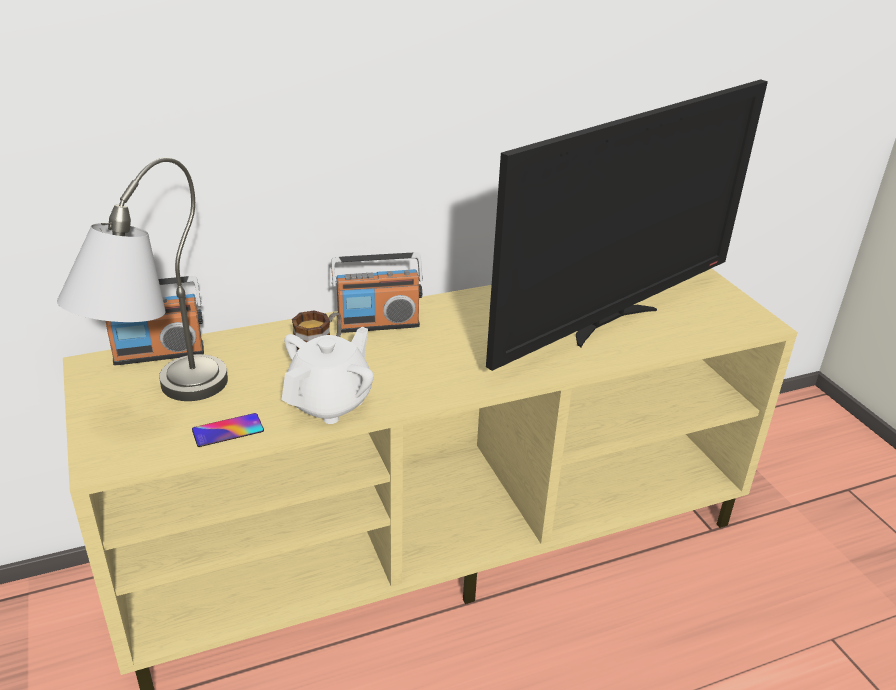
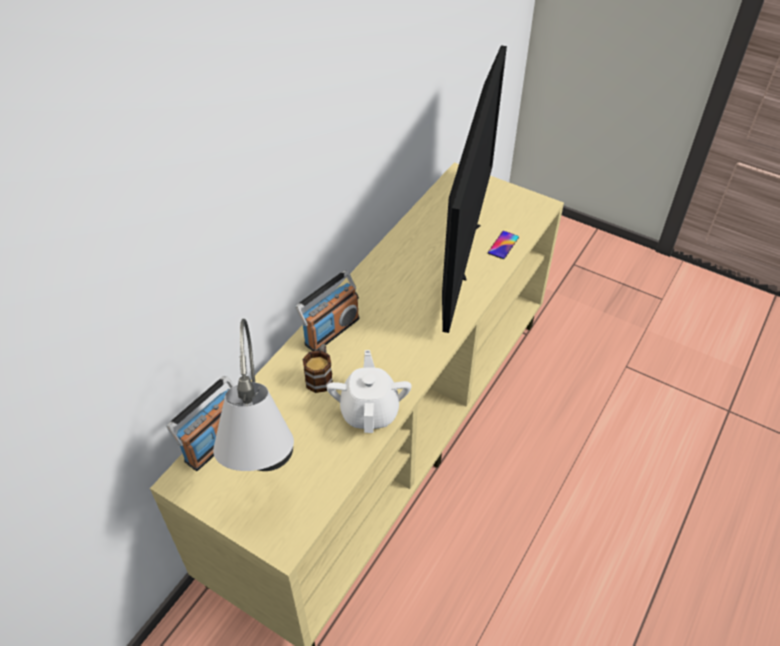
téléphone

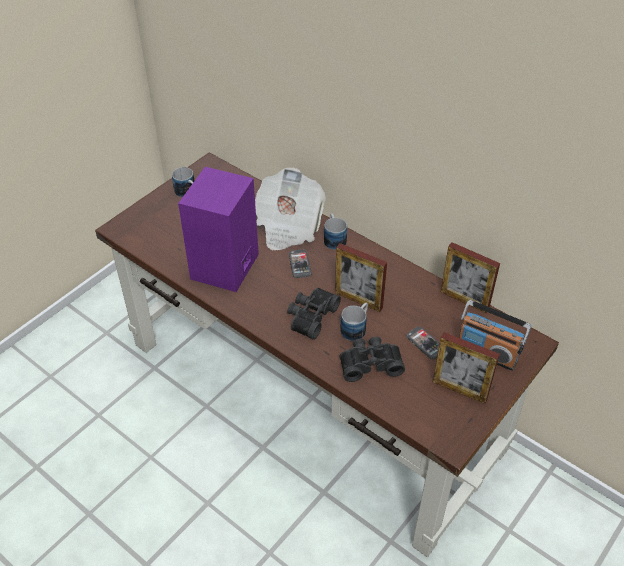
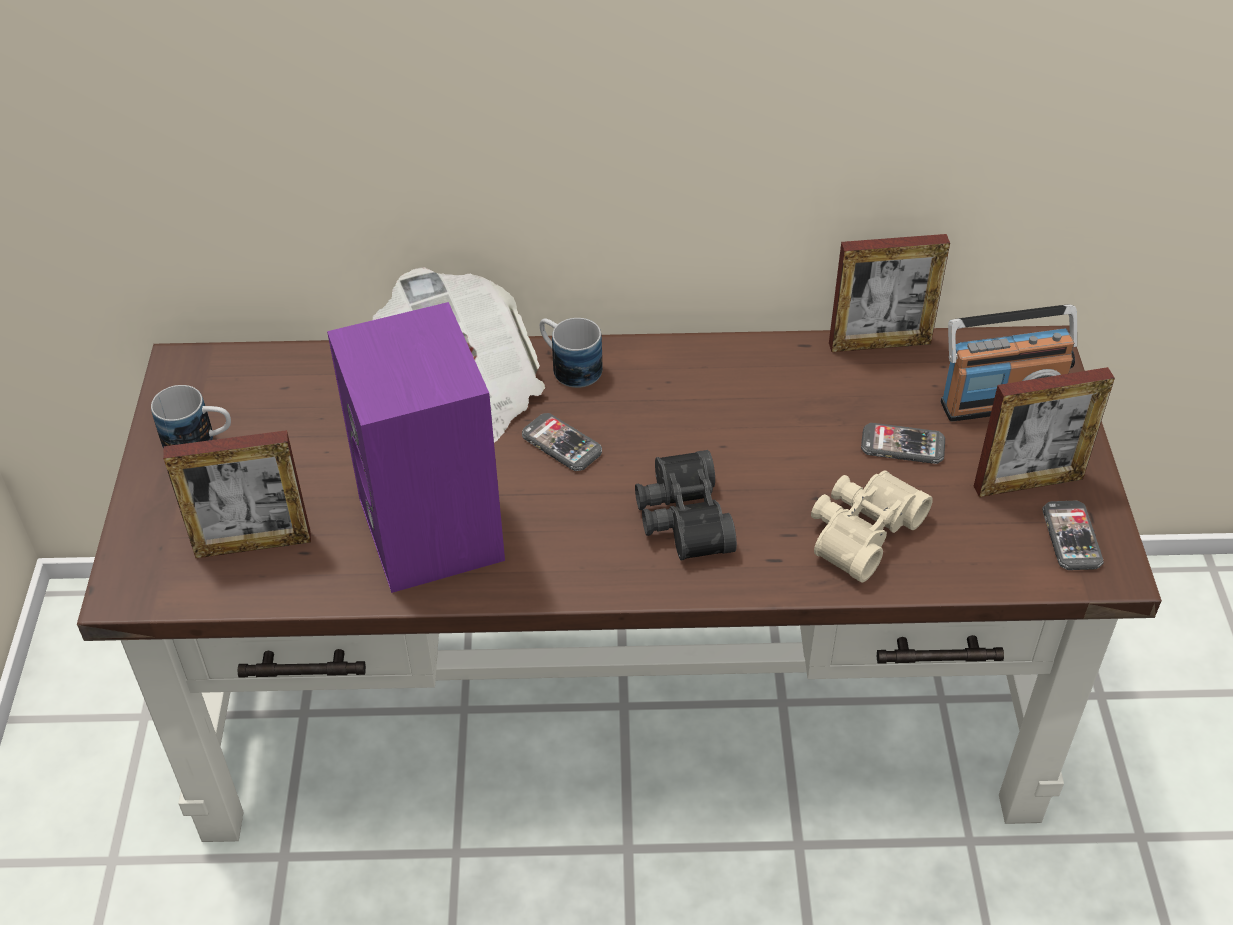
cadre photo (no. 1 from left)
mug (no. 3 from left in the first image)
jumelles (beige)
téléphone (no. 3 from left)

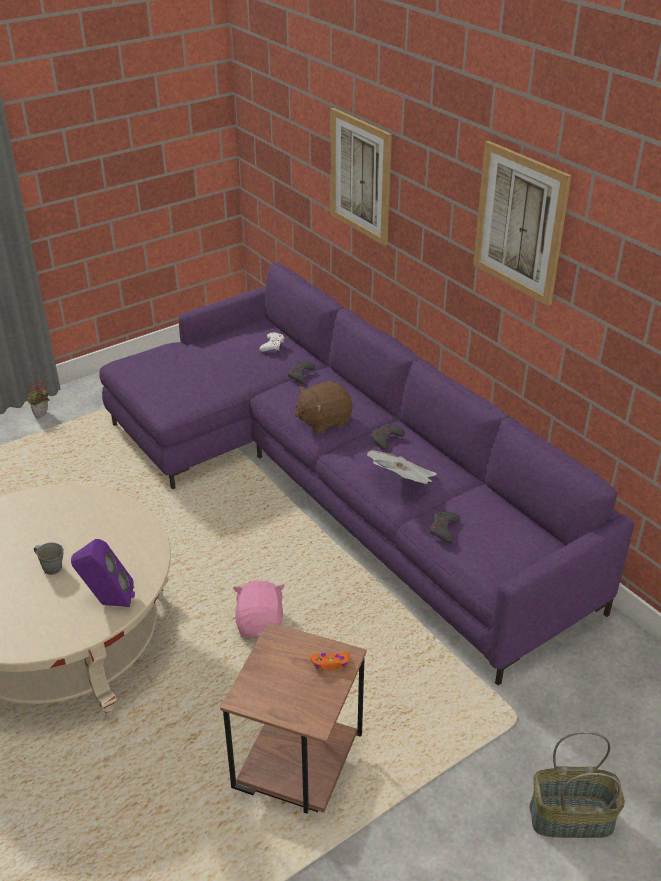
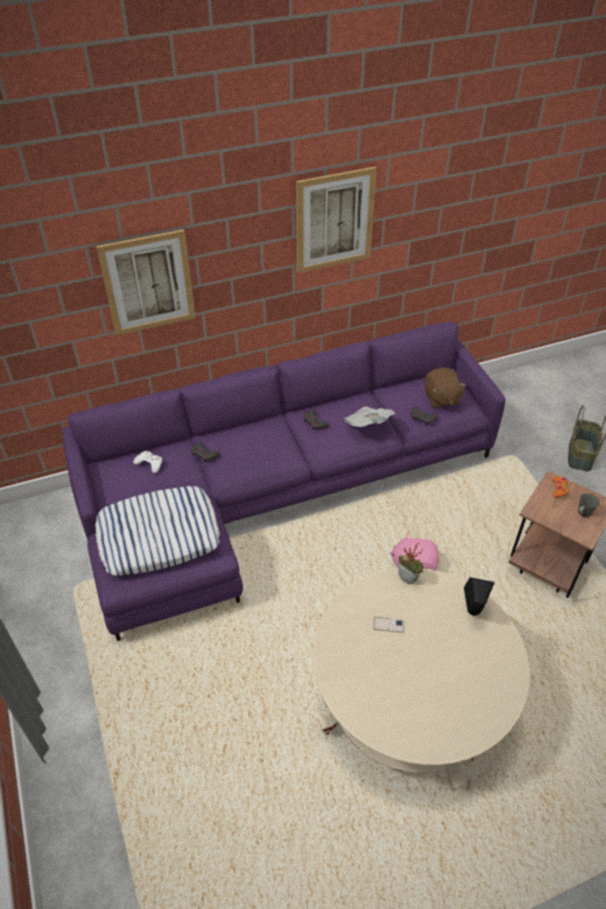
plante en pot
peluche (marron)
enceinte (noir)
mug (gris)
coussin
téléphone

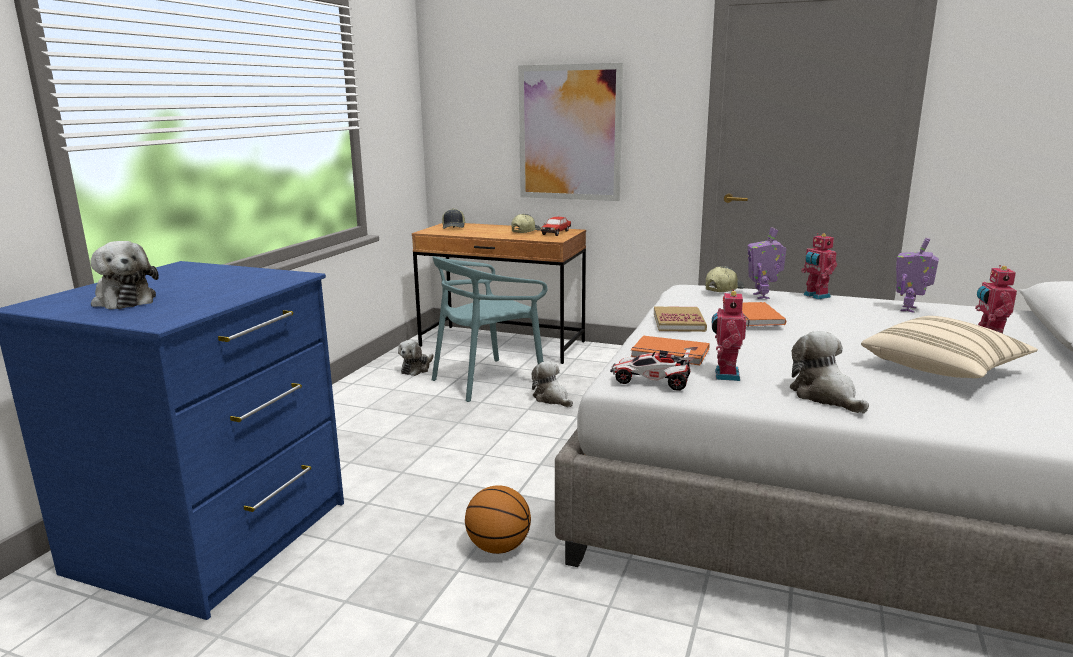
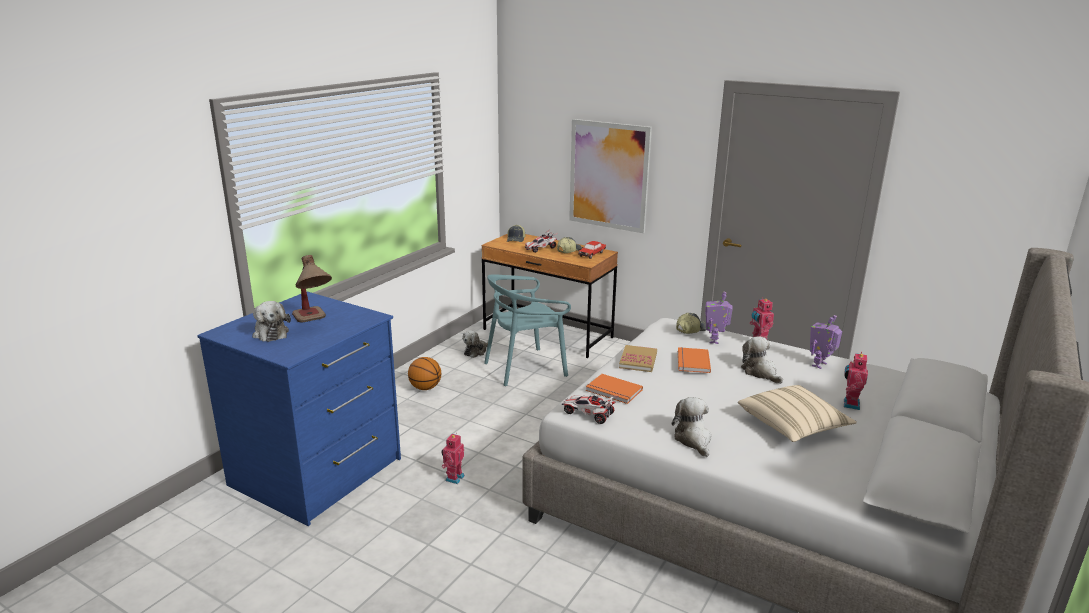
robot jouet (no. 1 from left)
peluche (no. 4 from left)
ballon de basket
petite voiture (no. 1 from left)
lampe de table

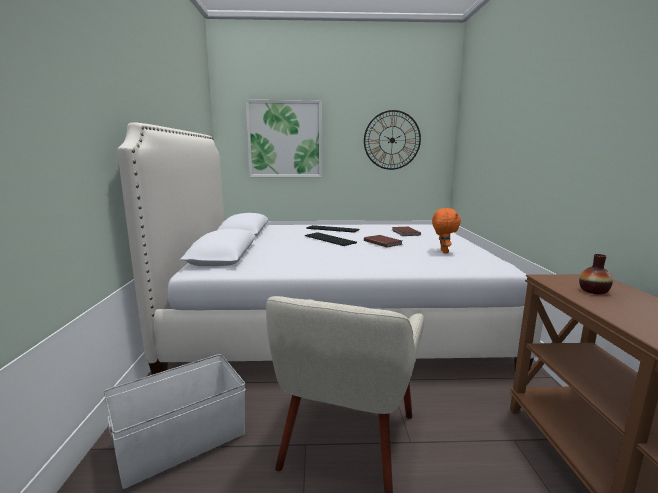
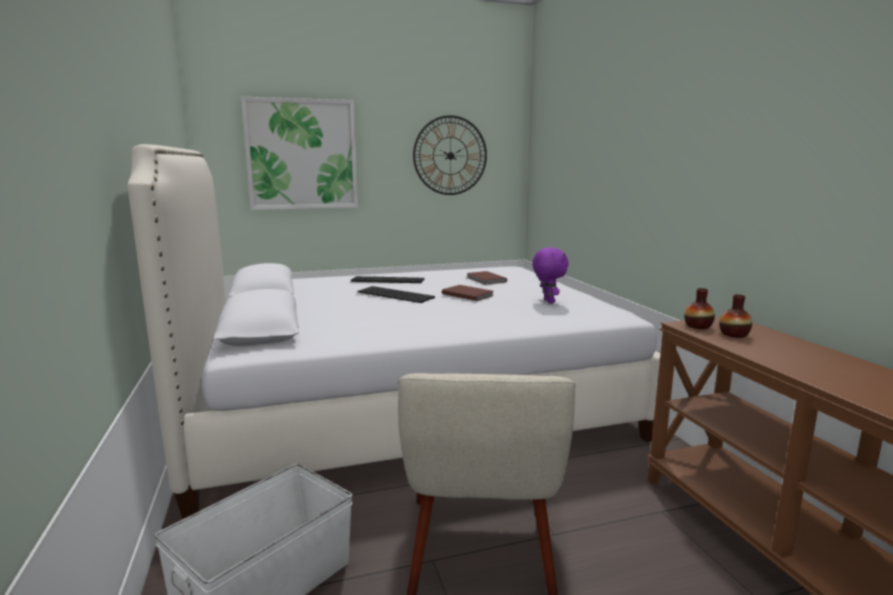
peluche (violet)
vase (no. 1 from left)

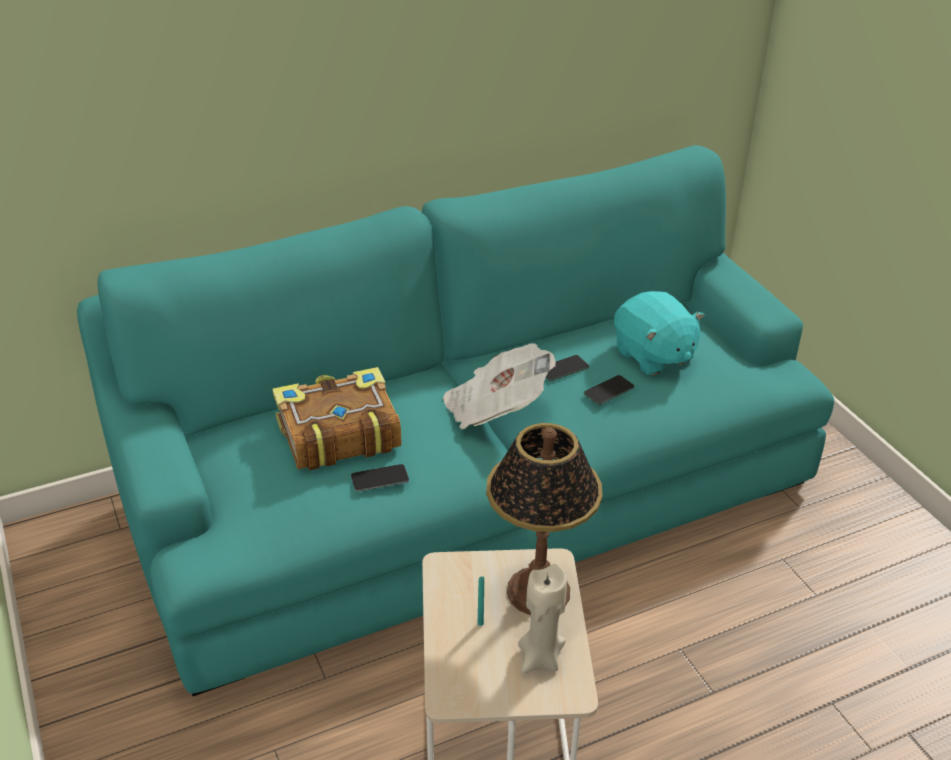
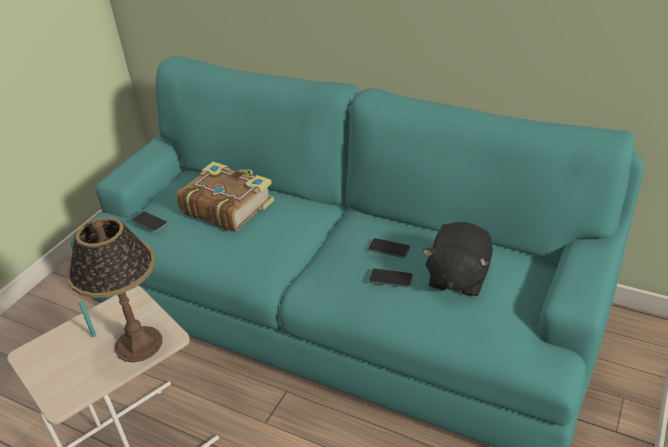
peluche (noir)
journal
téléphone (no. 1 from left)
bougie (beige)

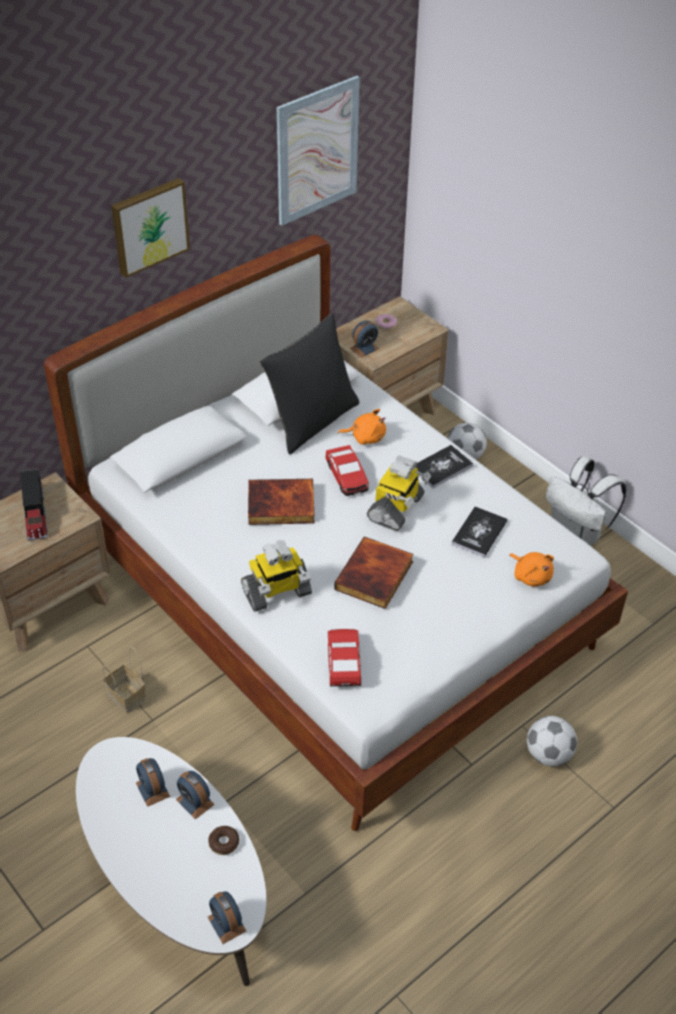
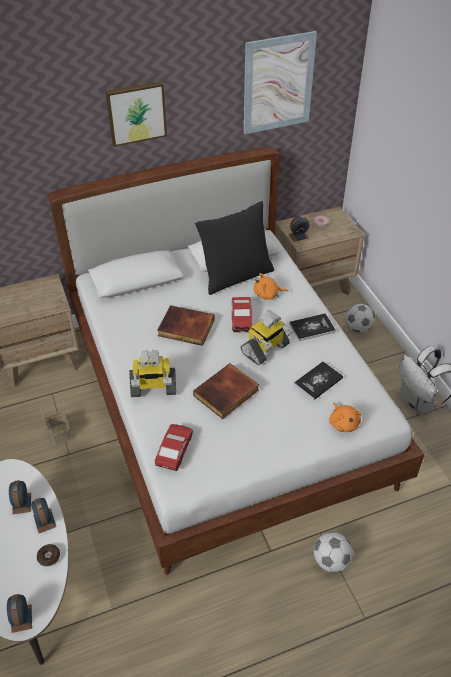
peluche (orange) (no. 1 from left)
camion jouet

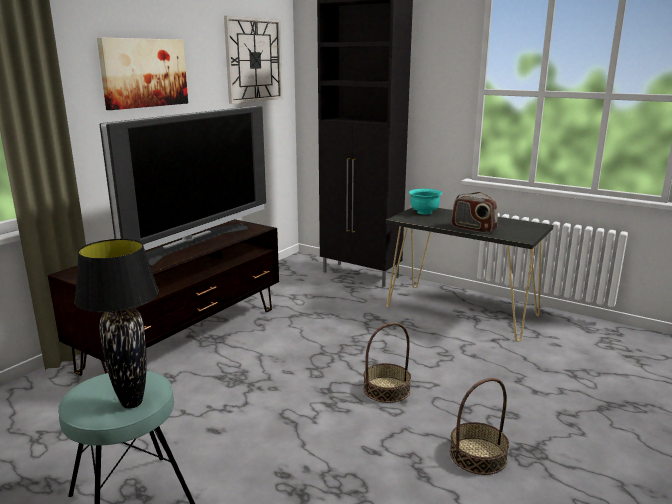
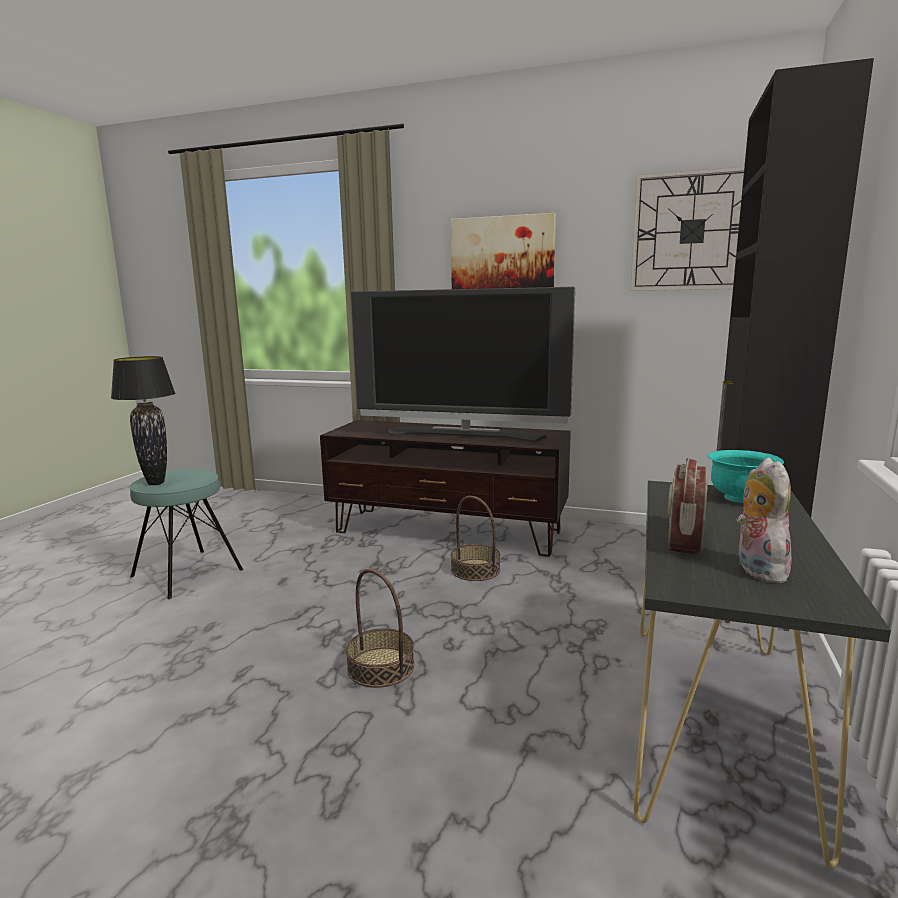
panier (no. 2 from left)
peluche

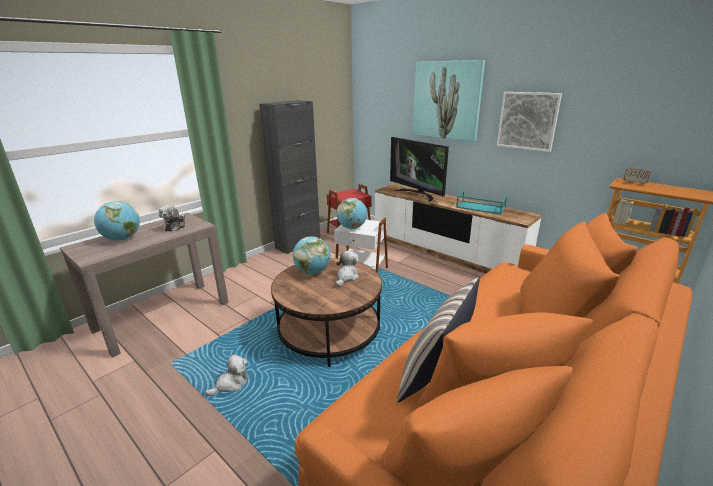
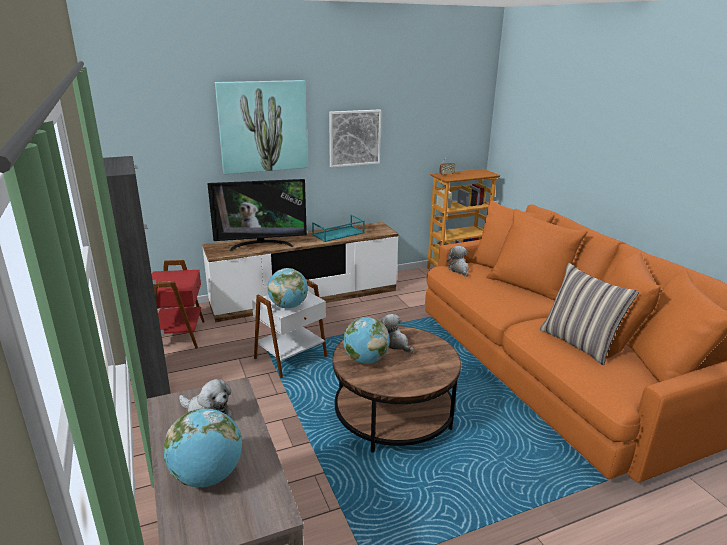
peluche (no. 3 from left)

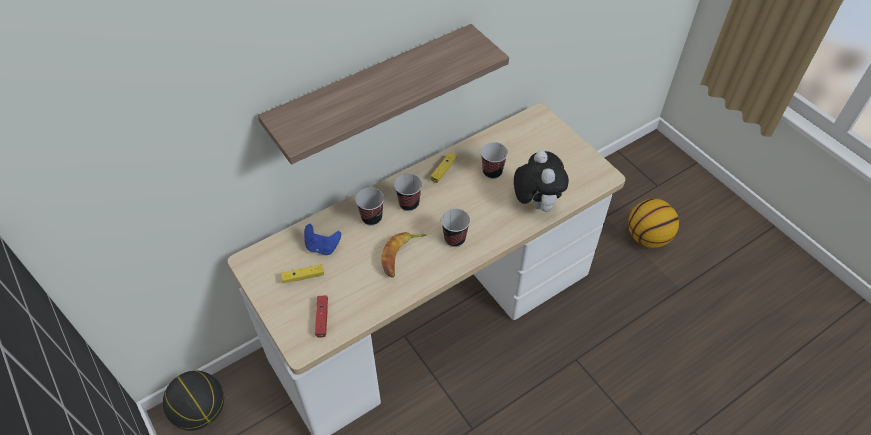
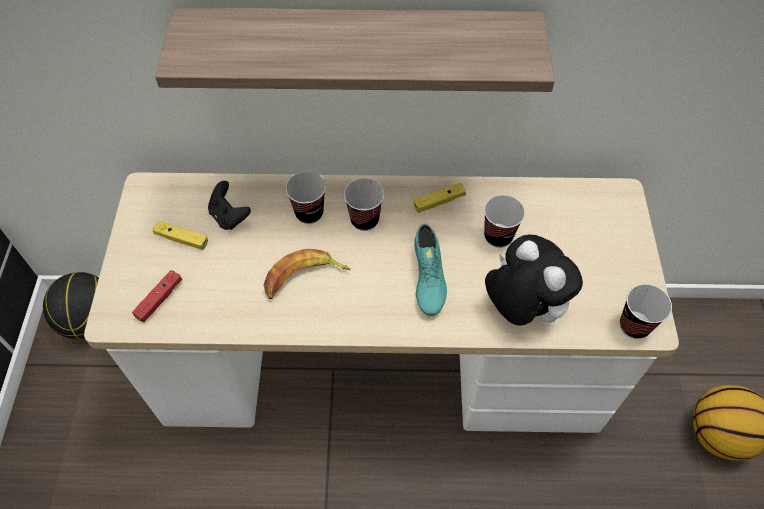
peluche
tasse (no. 4 from left)
manette (noir)
chaussure (turquoise)

